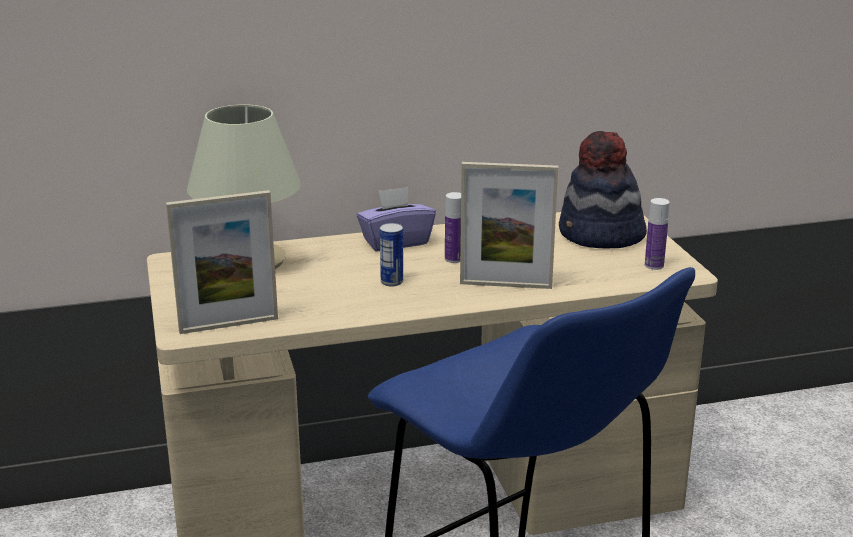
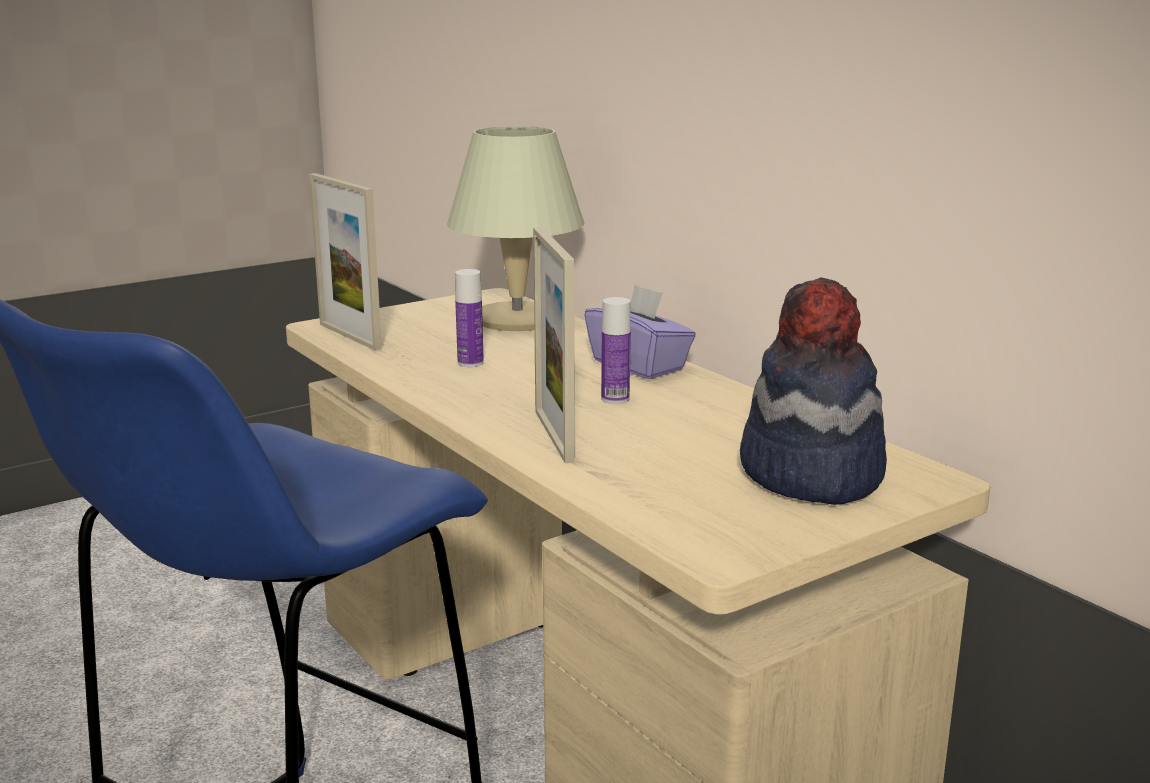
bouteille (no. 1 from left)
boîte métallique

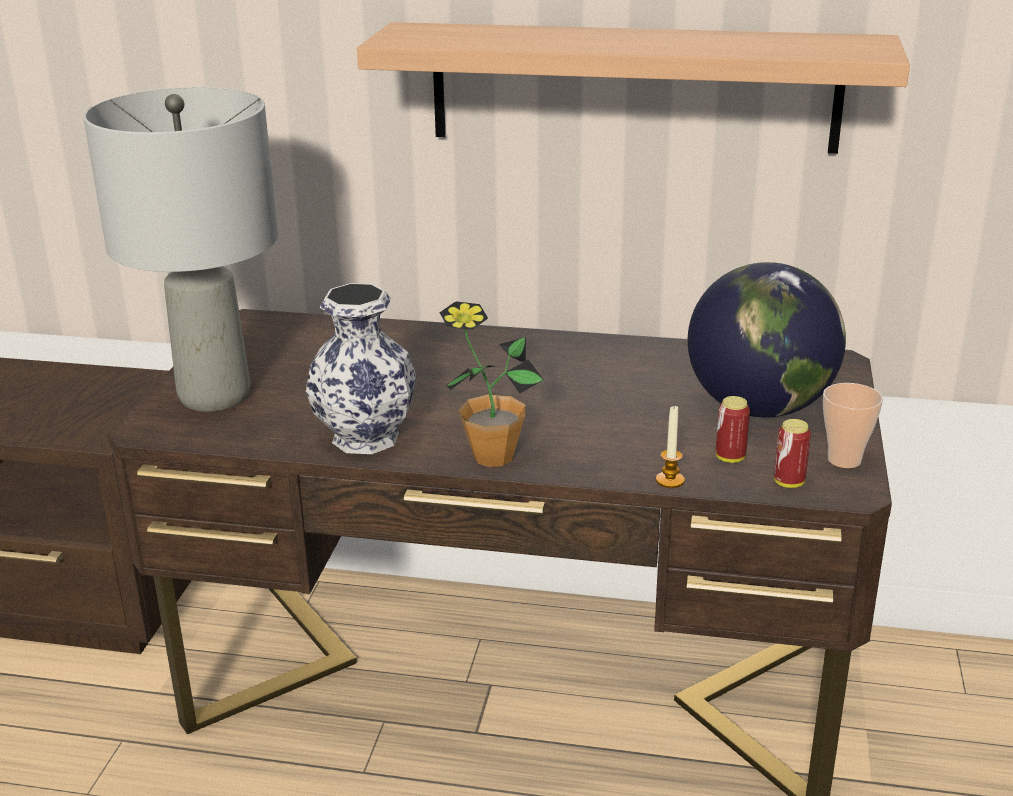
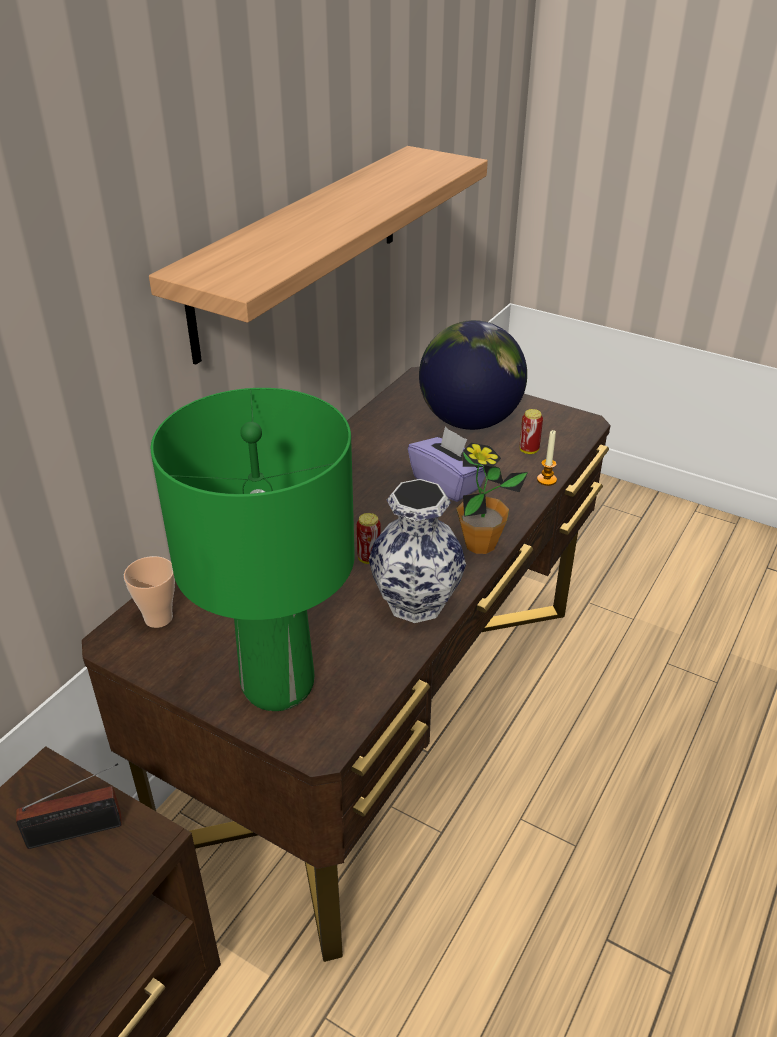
lampe de table (vert)
tasse
boîte métallique (no. 1 from left)
boîte à mouchoirs (violet)
radio

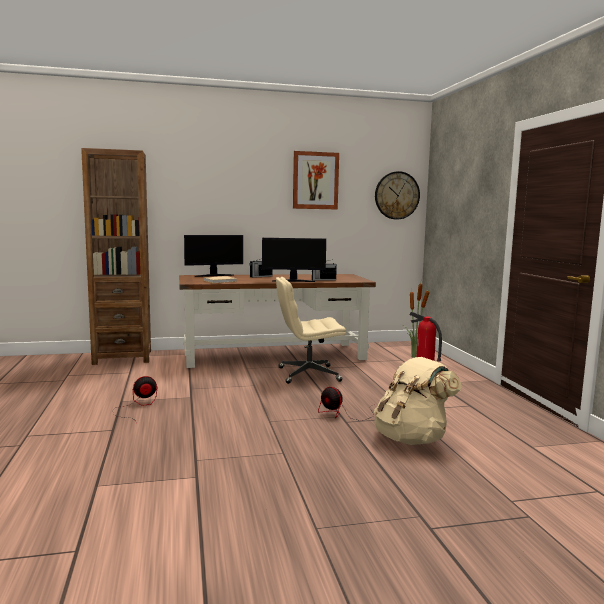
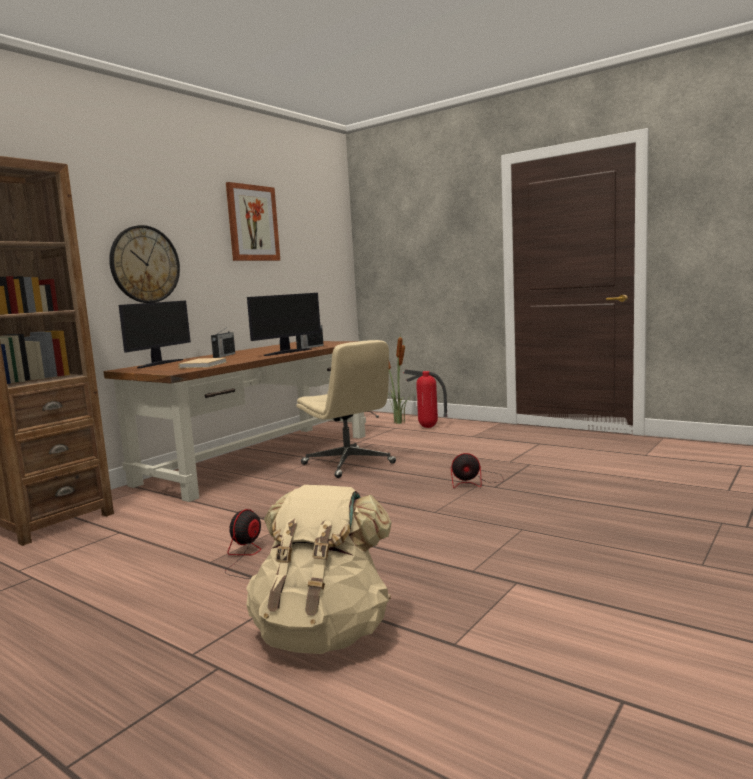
horloge murale
chaise de bureau (beige)
sac à dos (beige)

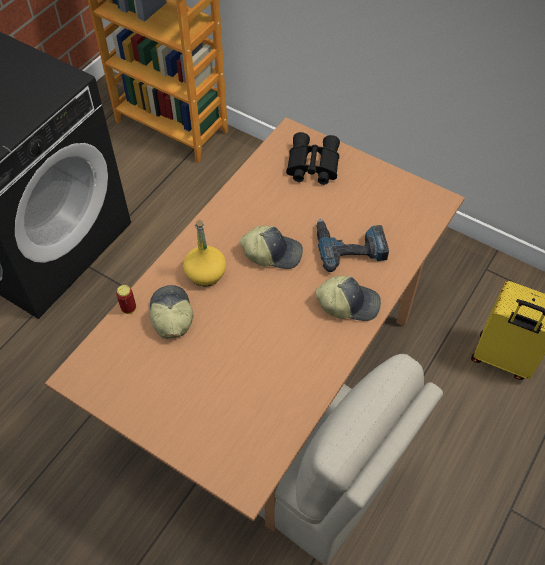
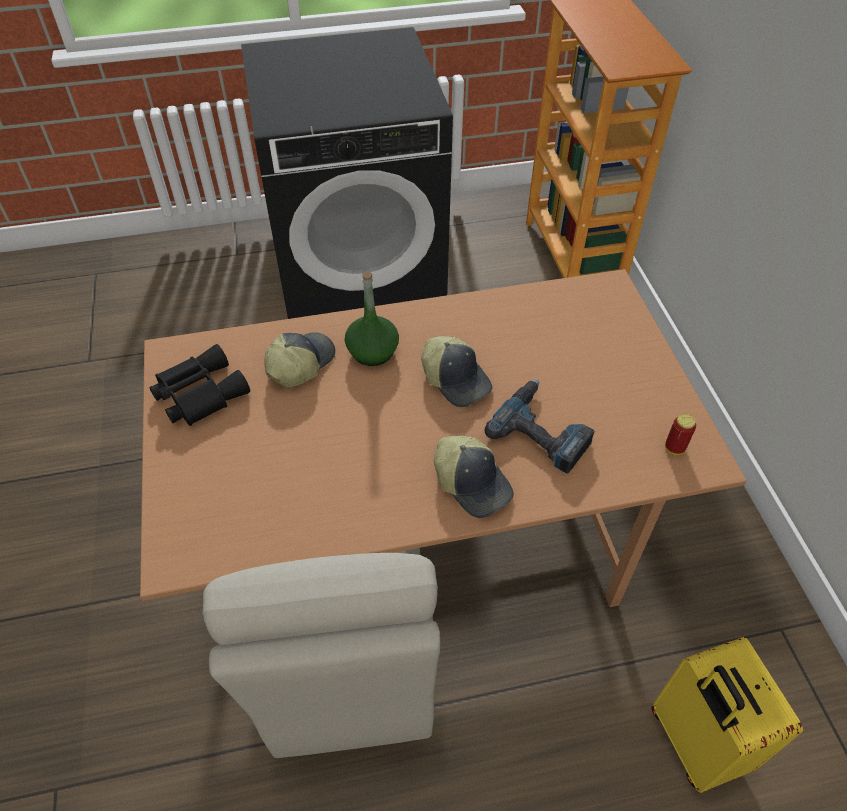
jumelles (noir)
bouteille (vert)
boîte métallique

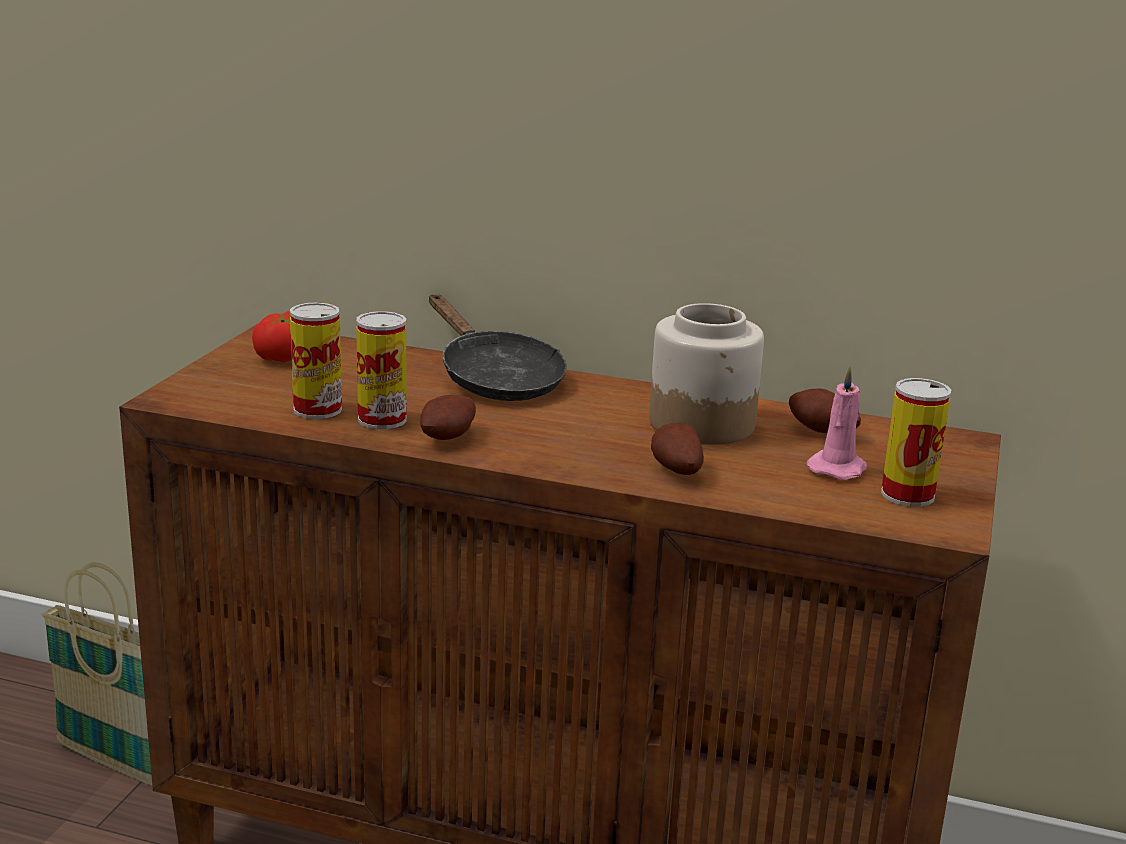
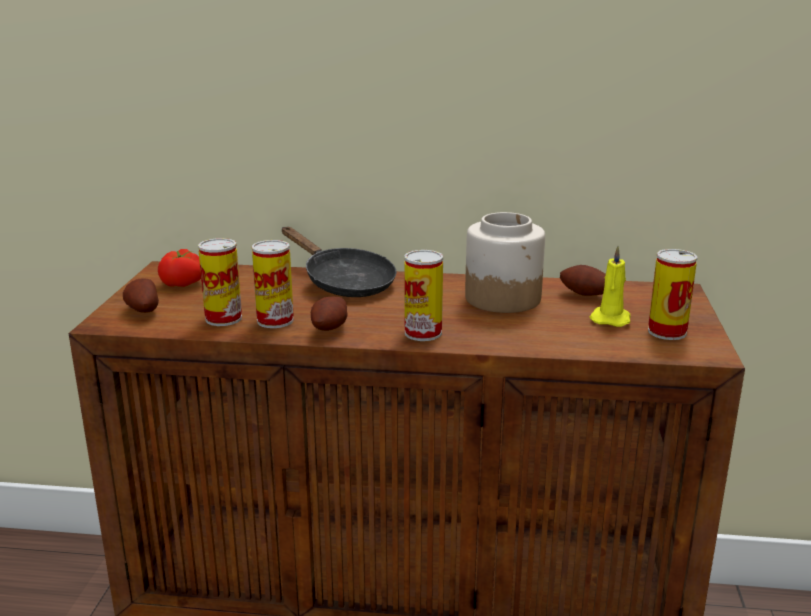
bougie (jaune)
pomme de terre (no. 1 from left)
panier
boîte métallique (no. 3 from left)

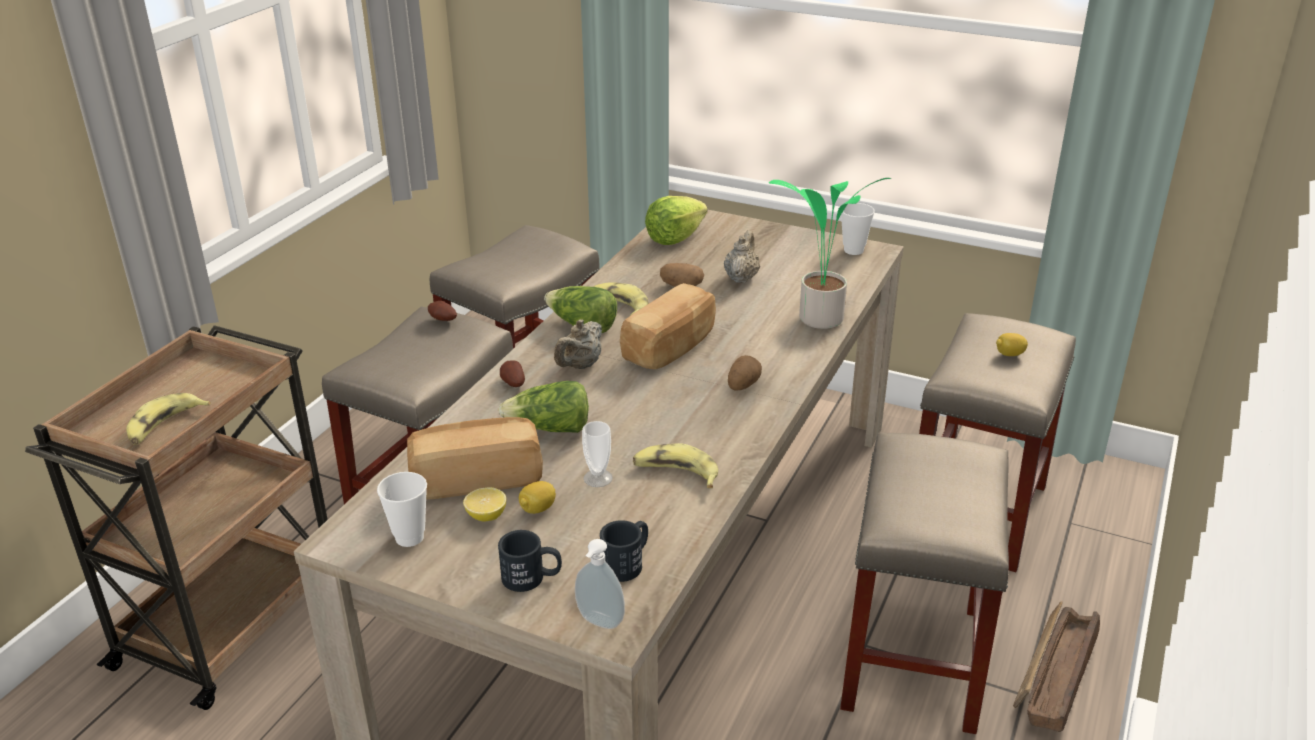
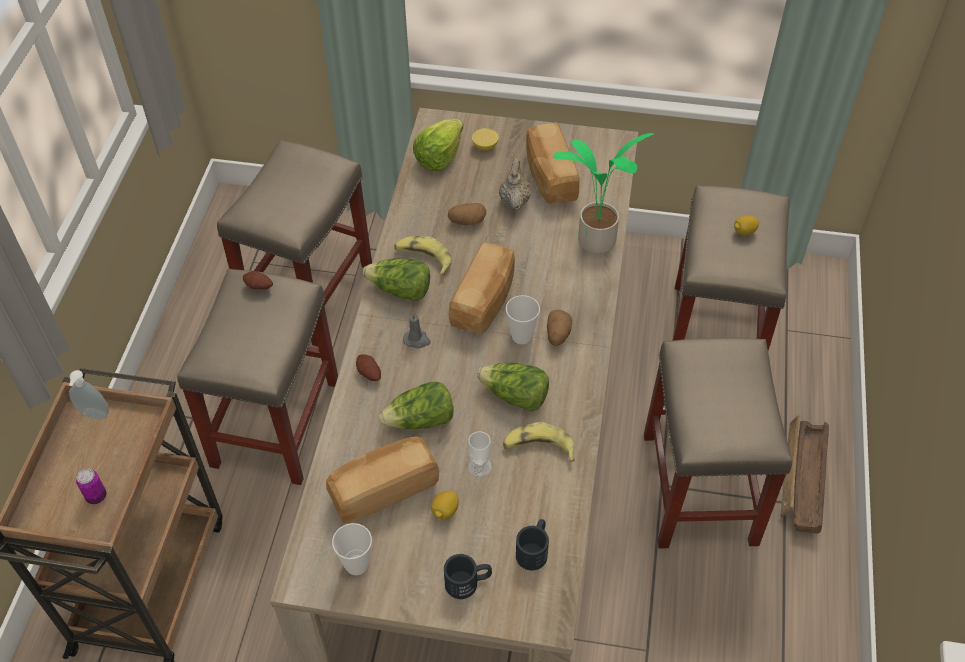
tasse (no. 3 from left)
bougie (gris)
boîte métallique
citron (no. 2 from left)
distributeur de savon
pain (no. 3 from left)
laitue (no. 4 from left)

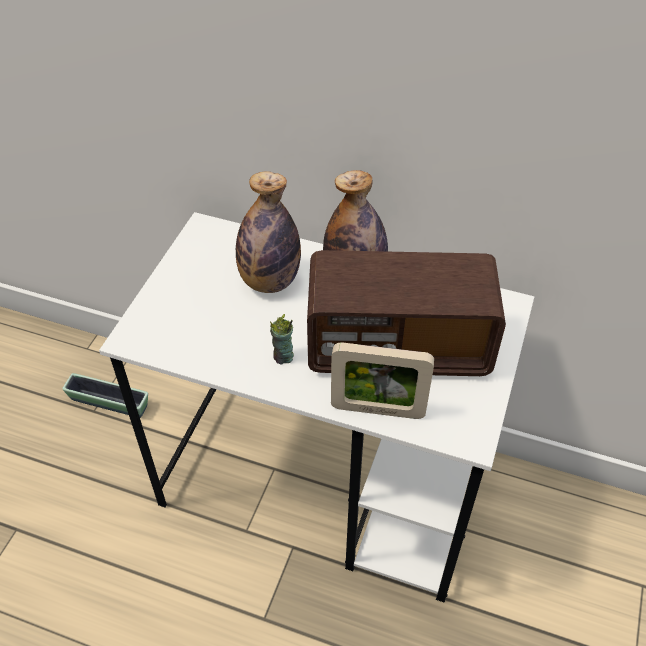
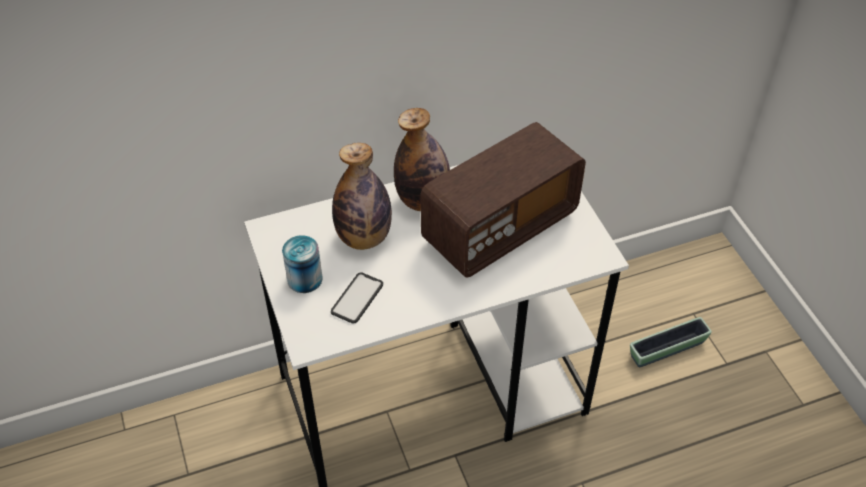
tasse
cadre photo
cache-pot
boîte métallique
téléphone

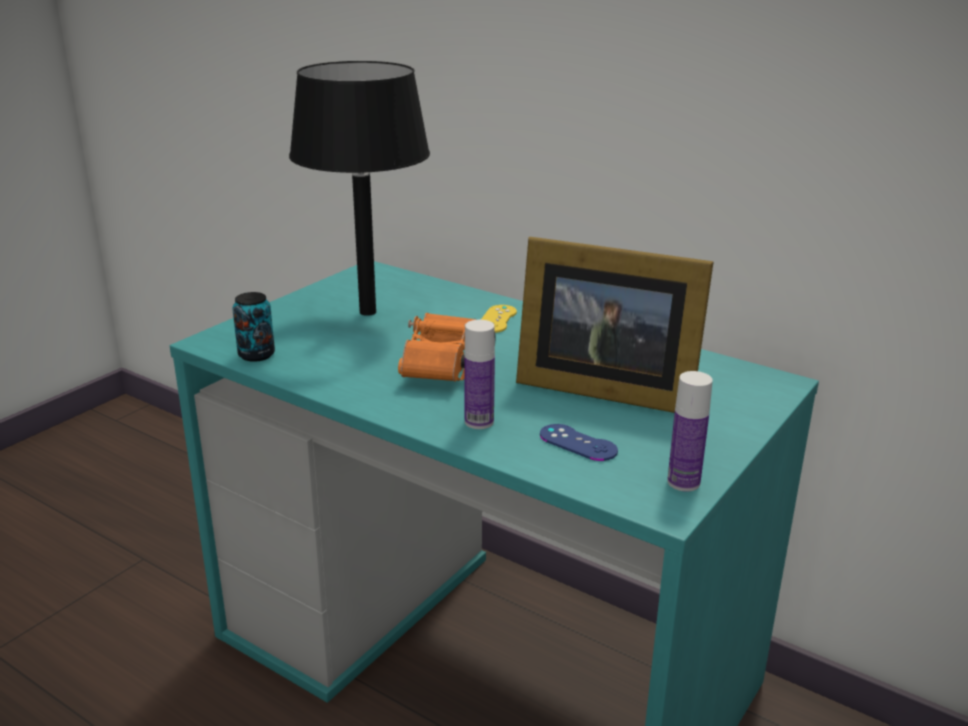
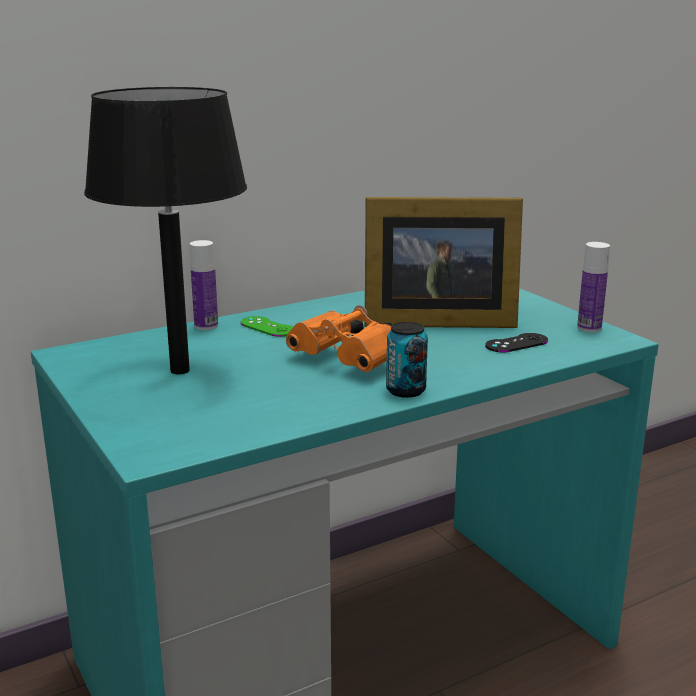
cadre photo
boîte métallique
manette (vert)
bouteille (no. 1 from left)
manette (noir)

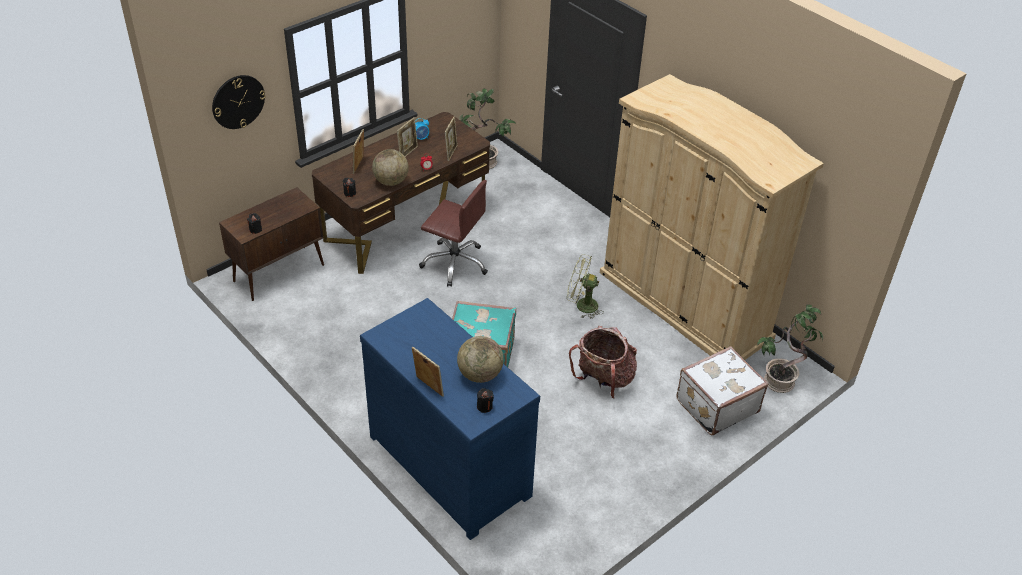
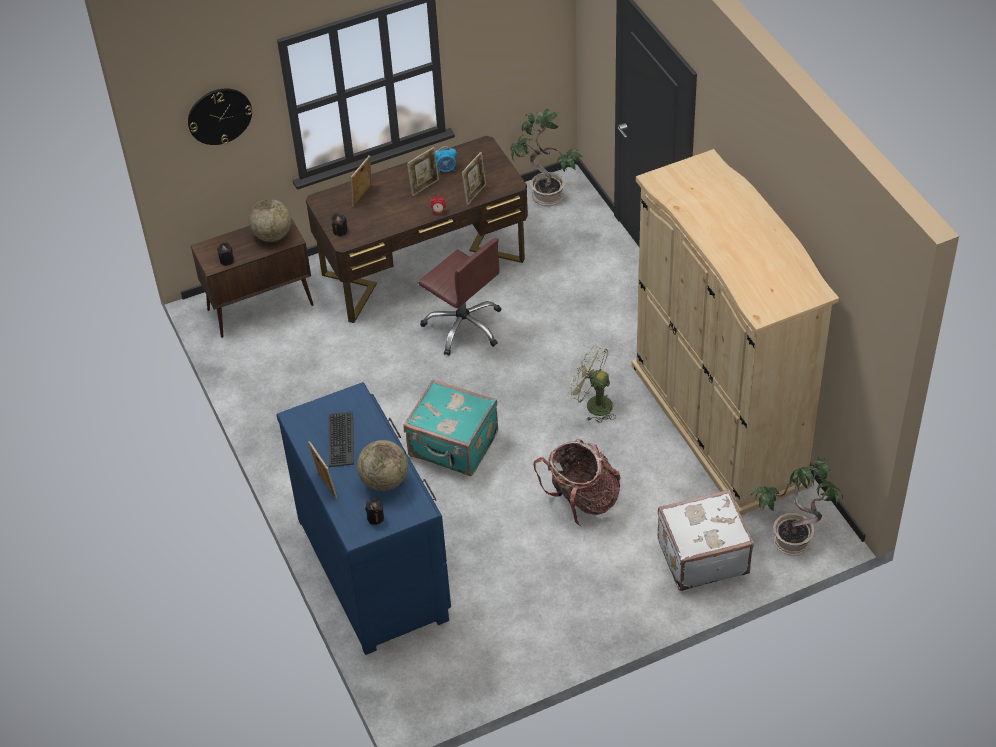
globe (no. 1 from left)
clavier

